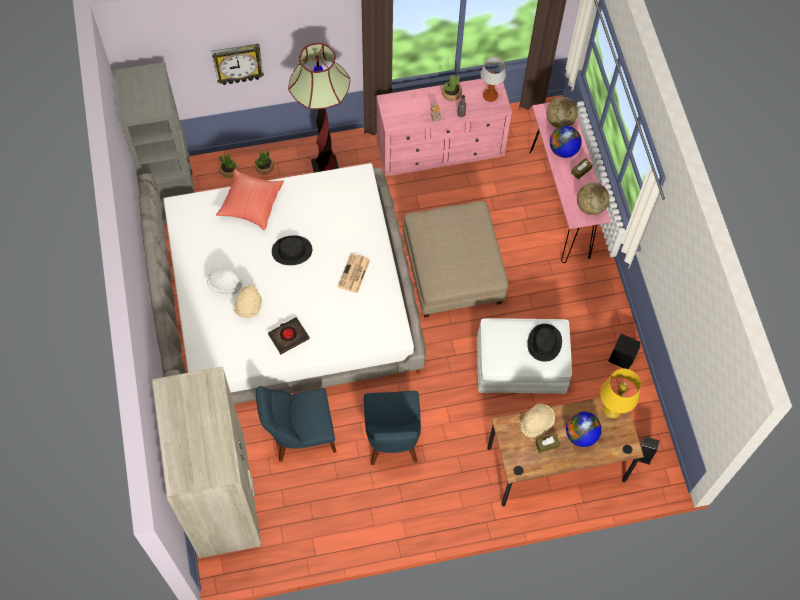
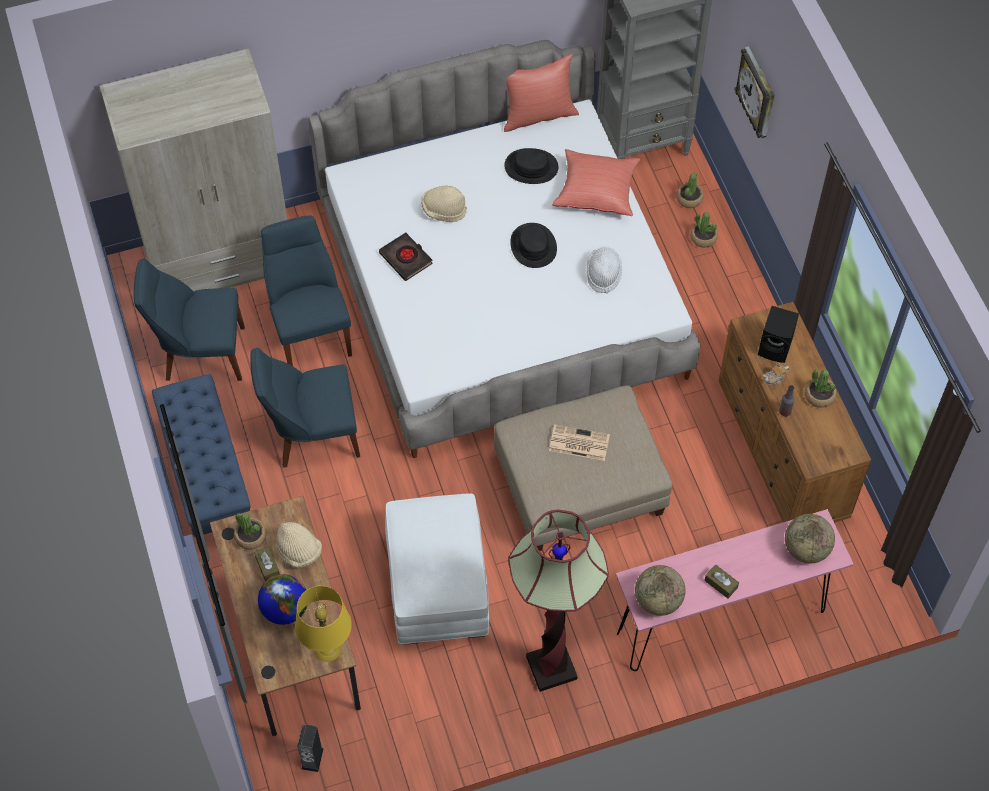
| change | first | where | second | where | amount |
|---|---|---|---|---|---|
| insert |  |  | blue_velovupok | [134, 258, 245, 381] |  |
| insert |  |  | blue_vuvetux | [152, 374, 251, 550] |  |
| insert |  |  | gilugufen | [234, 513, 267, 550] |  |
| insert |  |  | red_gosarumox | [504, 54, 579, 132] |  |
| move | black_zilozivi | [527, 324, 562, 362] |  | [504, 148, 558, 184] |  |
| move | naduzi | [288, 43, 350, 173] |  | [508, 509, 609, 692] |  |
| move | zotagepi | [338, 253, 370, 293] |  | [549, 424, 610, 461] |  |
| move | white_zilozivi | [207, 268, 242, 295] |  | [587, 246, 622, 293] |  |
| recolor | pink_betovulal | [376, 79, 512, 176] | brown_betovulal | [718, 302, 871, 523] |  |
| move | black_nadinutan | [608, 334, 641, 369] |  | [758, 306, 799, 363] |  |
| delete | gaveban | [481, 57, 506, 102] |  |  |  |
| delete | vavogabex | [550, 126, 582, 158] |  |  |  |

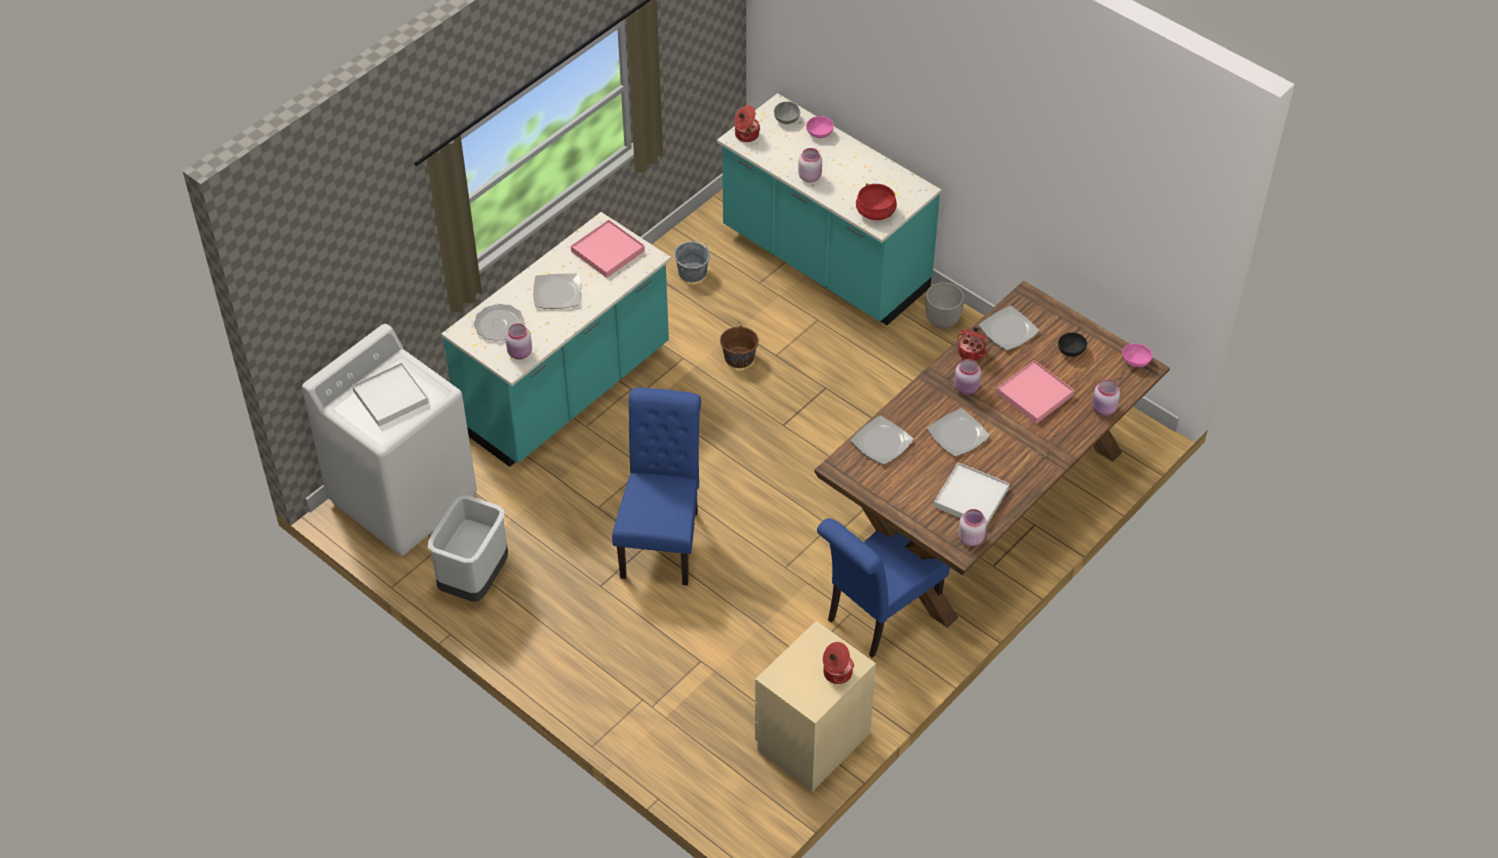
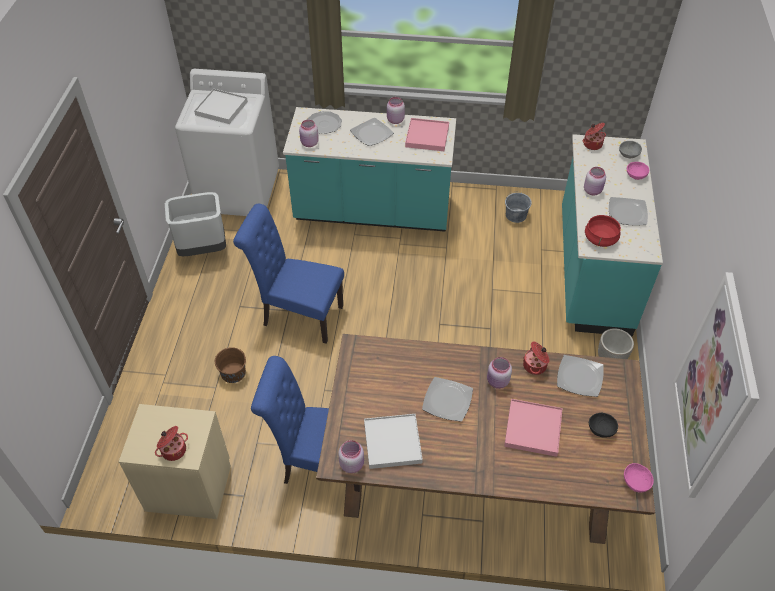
| change | first | where | second | where | amount |
|---|---|---|---|---|---|
| move | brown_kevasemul | [720, 324, 759, 368] |  | [215, 347, 246, 383] |  |
| rotate | blue_velovupok | [612, 388, 701, 586] |  | [233, 204, 344, 344] | 135 degrees counterclockwise |
| move | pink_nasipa | [1092, 380, 1120, 416] |  | [387, 97, 405, 124] |  |
| move | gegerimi | [850, 416, 914, 465] |  | [609, 197, 648, 226] |  |
| insert |  |  | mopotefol | [673, 272, 759, 498] |  |

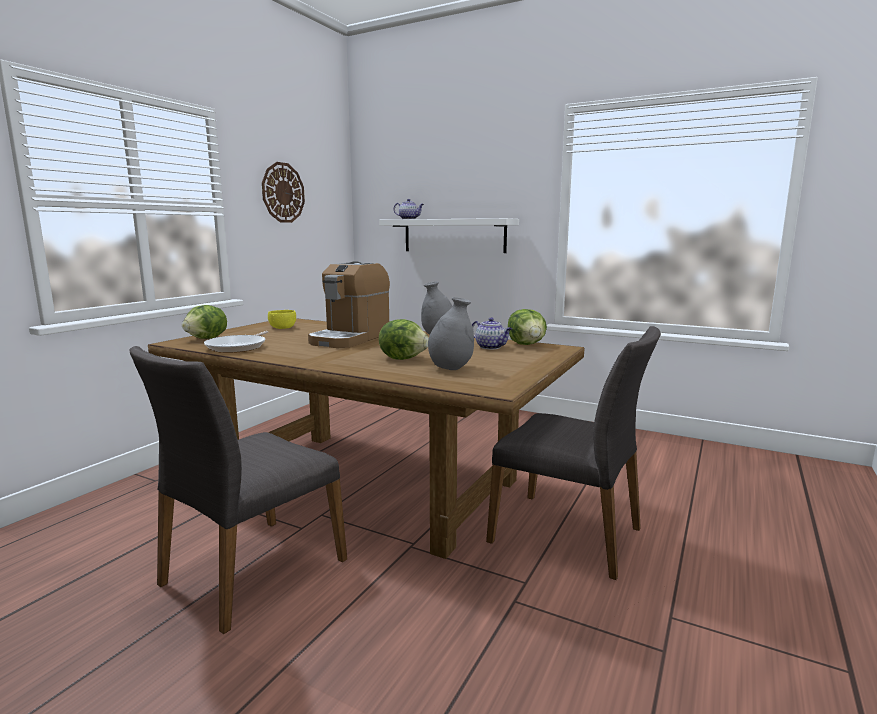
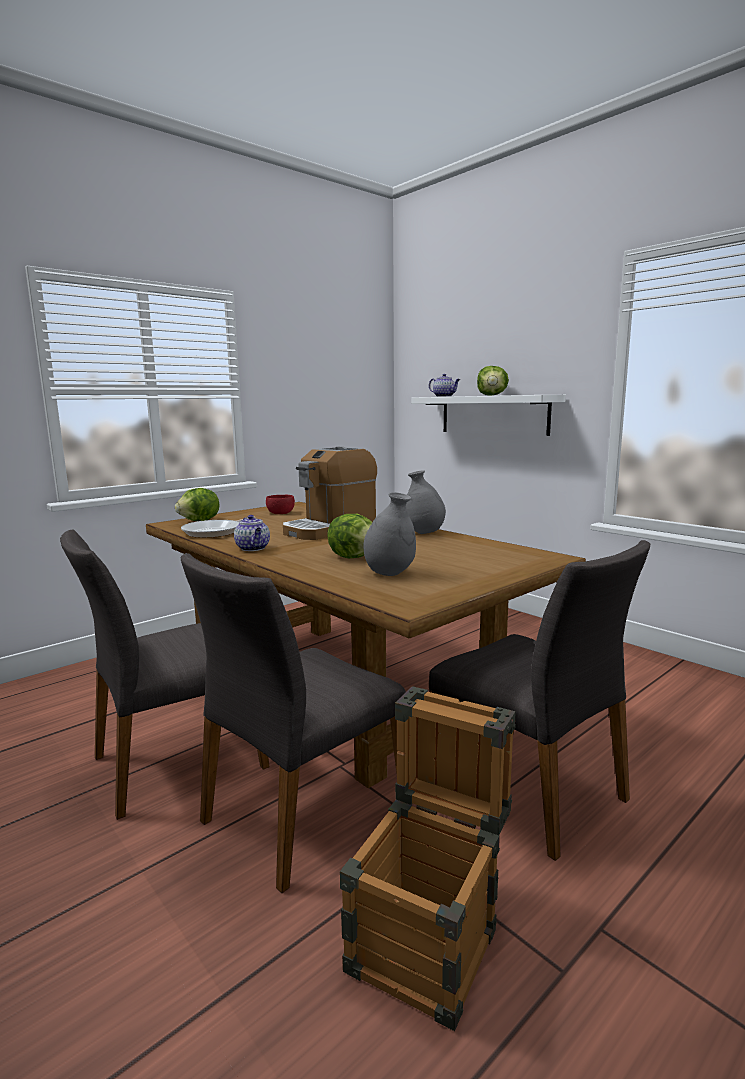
| change | first | where | second | where | amount |
|---|---|---|---|---|---|
| insert |  |  | grey_velovupok | [181, 553, 406, 893] |  |
| move | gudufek | [472, 317, 512, 349] |  | [234, 515, 270, 551] |  |
| recolor | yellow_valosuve | [268, 310, 296, 329] | red_valosuve | [266, 495, 295, 514] |  |
| insert |  |  | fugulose | [340, 686, 516, 1031] |  |
| move | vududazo | [508, 309, 547, 345] |  | [477, 366, 509, 396] |  |
| delete | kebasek | [262, 162, 305, 223] |  |  |  |

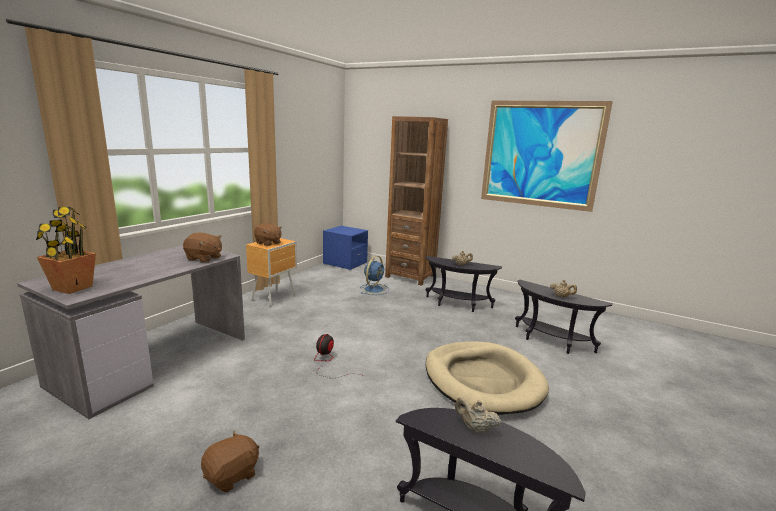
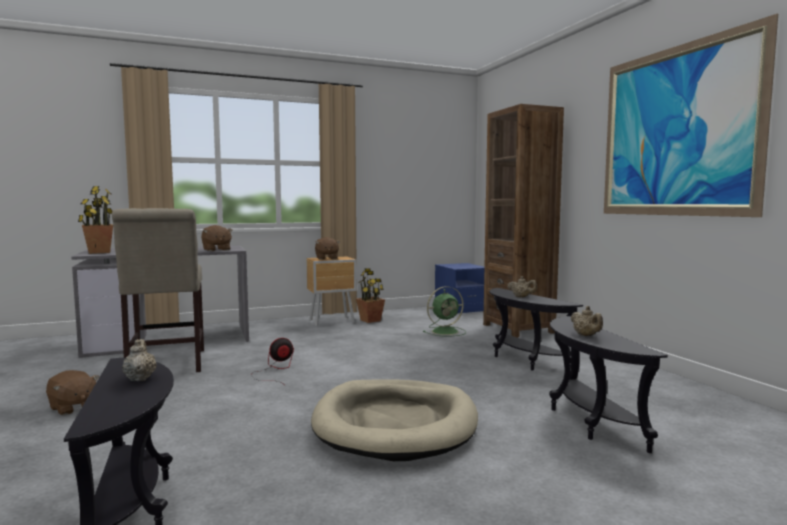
| change | first | where | second | where | amount |
|---|---|---|---|---|---|
| rotate | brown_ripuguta | [201, 431, 259, 492] |  | [46, 370, 99, 415] | 45 degrees clockwise |
| insert |  |  | beige_velovupok | [112, 208, 204, 372] |  |
| insert |  |  | gilugufen | [356, 268, 385, 323] |  |
| recolor | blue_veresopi | [360, 256, 390, 295] | green_veresopi | [423, 286, 466, 336] |  |

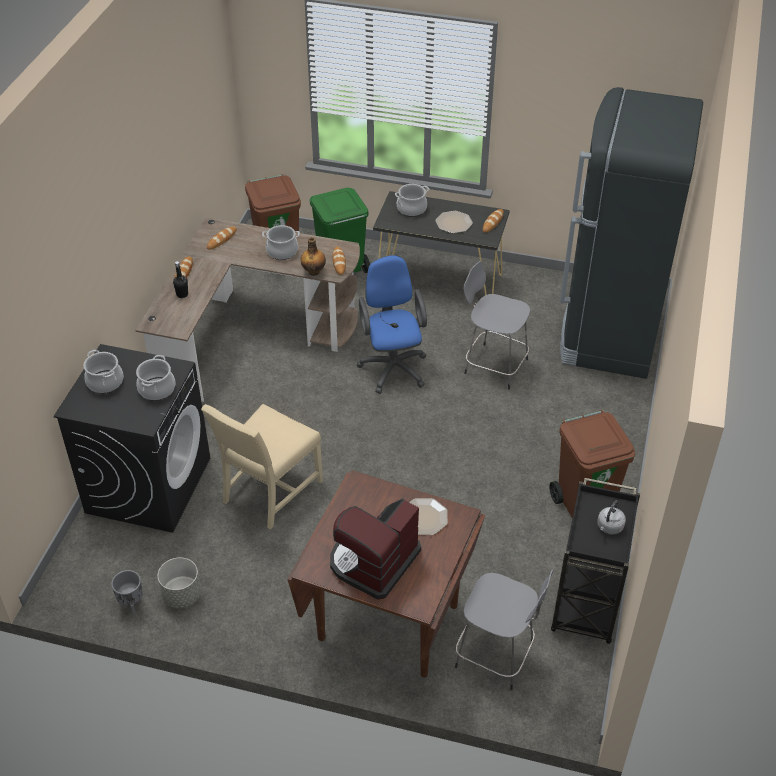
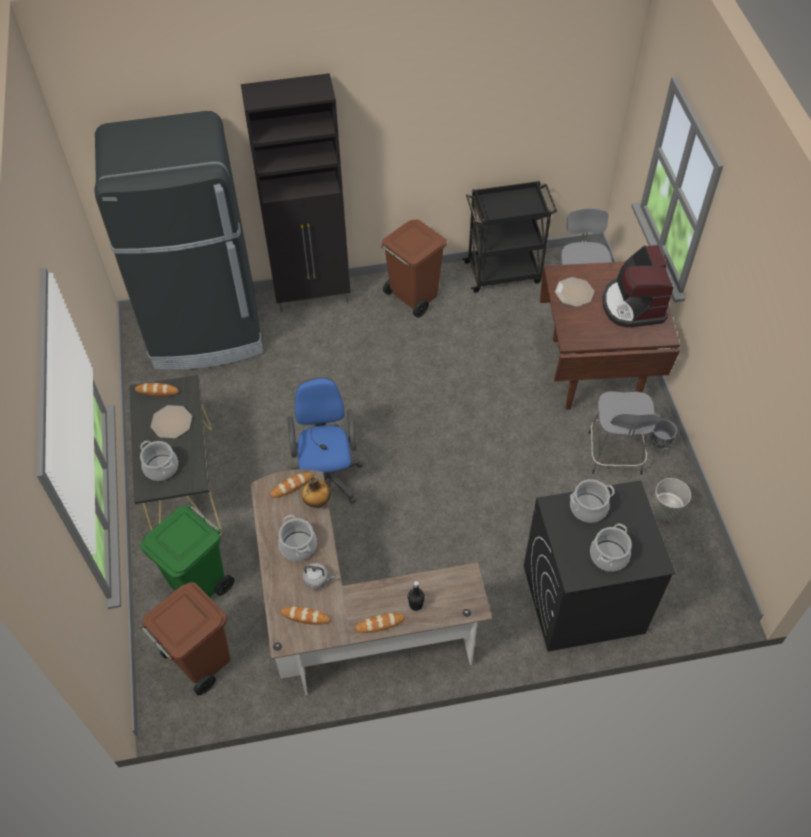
| change | first | where | second | where | amount |
|---|---|---|---|---|---|
| insert |  |  | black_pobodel | [241, 73, 351, 312] |  |
| rotate | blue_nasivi | [357, 255, 427, 394] |  | [287, 377, 363, 504] | 120 degrees clockwise |
| move | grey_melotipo | [597, 500, 626, 535] |  | [302, 563, 334, 590] |  |
| move | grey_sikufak | [464, 261, 530, 390] |  | [588, 391, 660, 475] |  |
| rotate | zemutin | [330, 498, 421, 600] |  | [603, 245, 673, 328] | 75 degrees clockwise |
| move | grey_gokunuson | [111, 570, 143, 615] |  | [648, 419, 677, 456] |  |
| delete | beige_velovupok | [201, 404, 323, 529] |  |  |  |

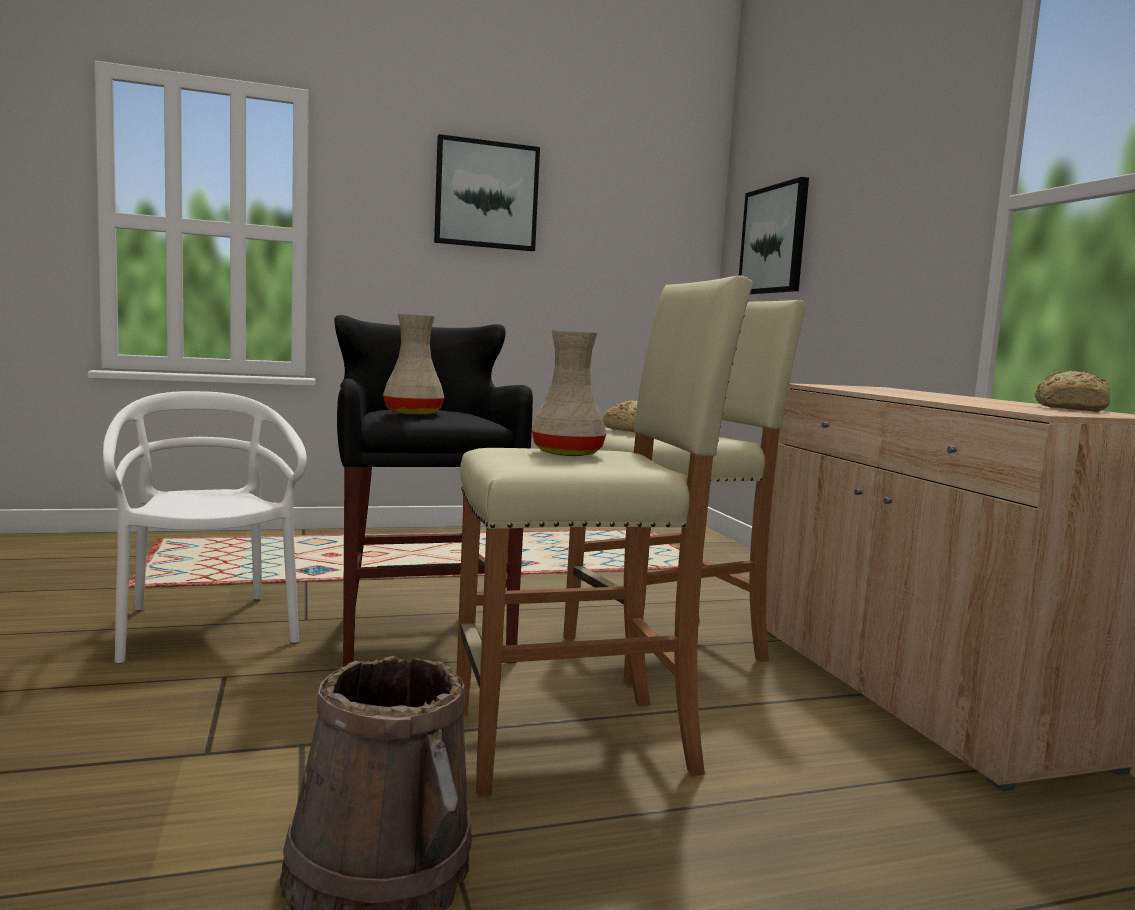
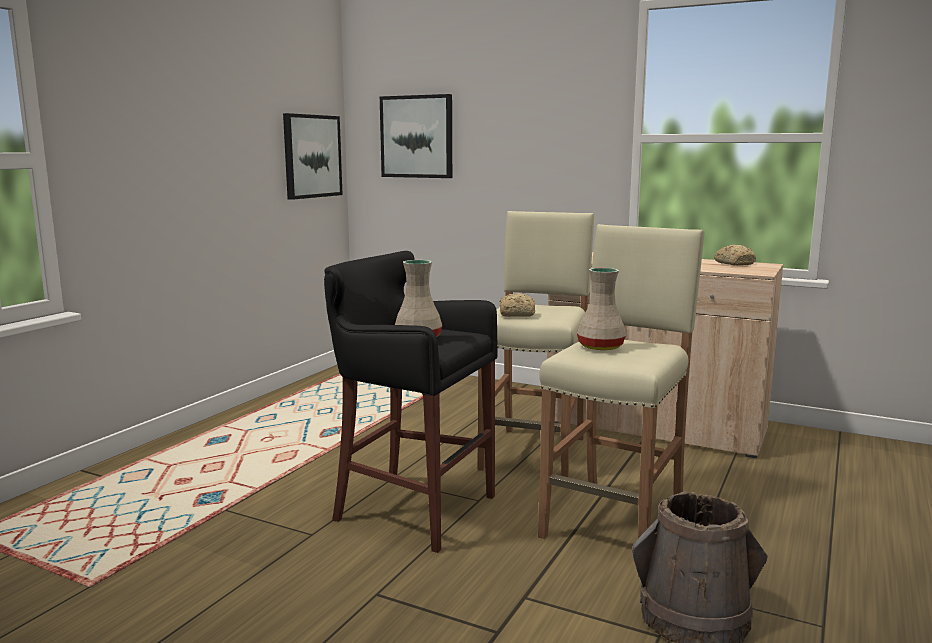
| change | first | where | second | where | amount |
|---|---|---|---|---|---|
| move | mopotefol | [434, 134, 540, 251] |  | [283, 113, 343, 200] |  |
| delete | white_velovupok | [103, 391, 307, 664] |  |  |  |

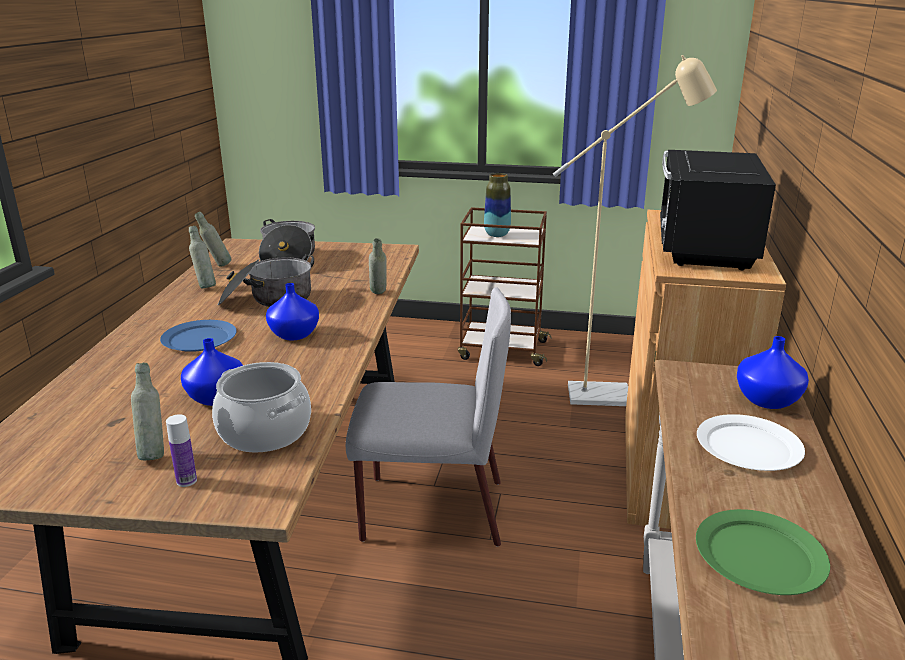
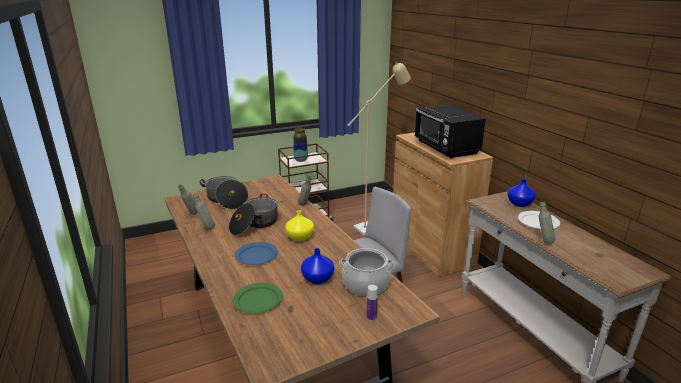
| change | first | where | second | where | amount |
|---|---|---|---|---|---|
| move | green_gegerimi | [696, 509, 830, 595] |  | [233, 283, 283, 314] |  |
| recolor | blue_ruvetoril | [266, 283, 319, 340] | yellow_ruvetoril | [285, 210, 314, 241] |  |
| move | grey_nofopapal | [131, 362, 164, 460] |  | [539, 202, 555, 244] |  |

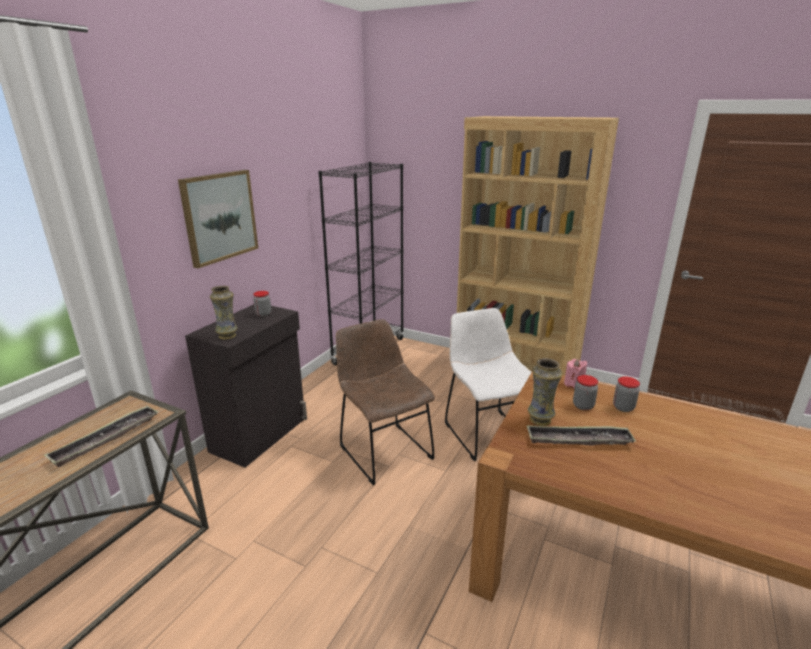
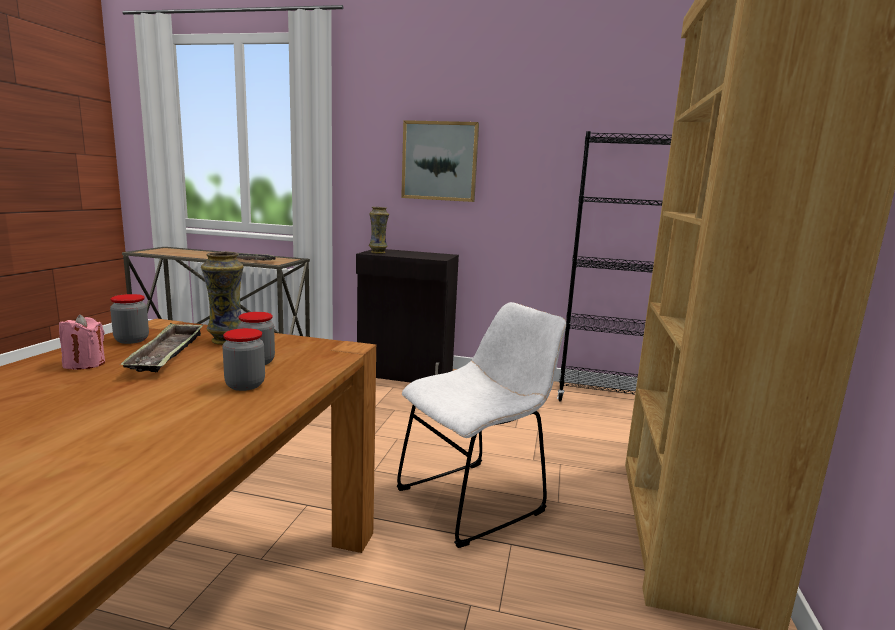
| change | first | where | second | where | amount |
|---|---|---|---|---|---|
| move | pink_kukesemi | [564, 358, 587, 389] |  | [59, 314, 105, 370] |  |
| move | nasipa | [253, 291, 271, 317] |  | [110, 294, 149, 344] |  |
| delete | brown_velovupok | [336, 319, 435, 485] |  |  |  |

